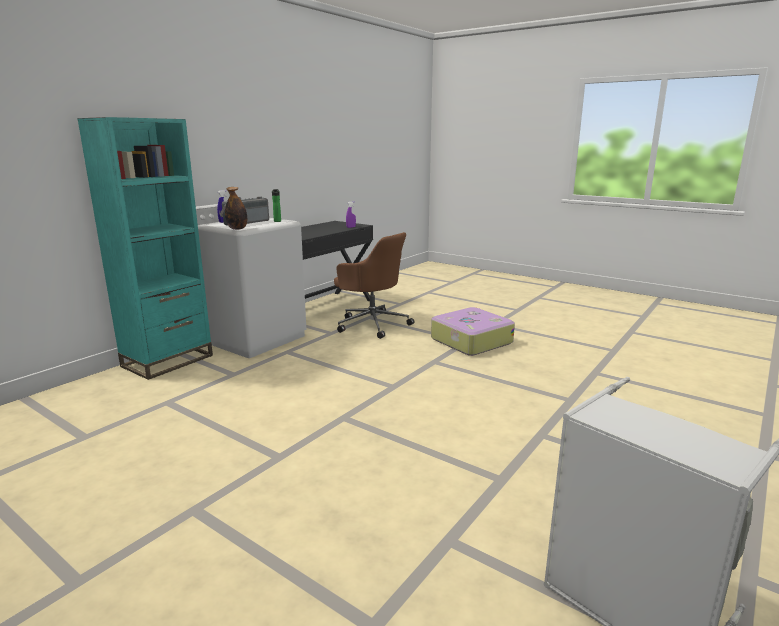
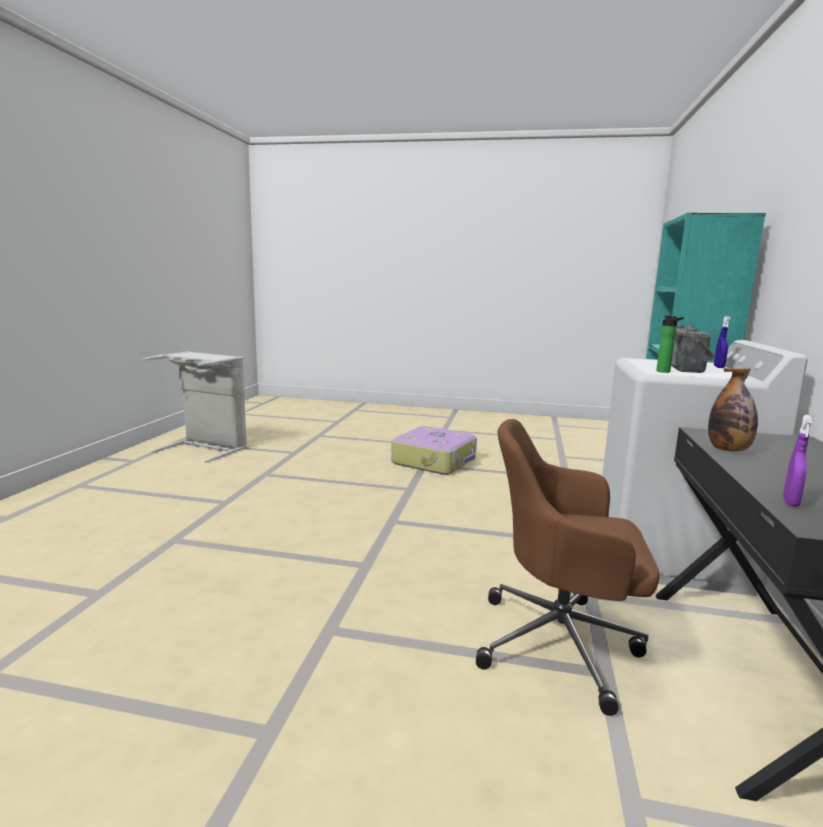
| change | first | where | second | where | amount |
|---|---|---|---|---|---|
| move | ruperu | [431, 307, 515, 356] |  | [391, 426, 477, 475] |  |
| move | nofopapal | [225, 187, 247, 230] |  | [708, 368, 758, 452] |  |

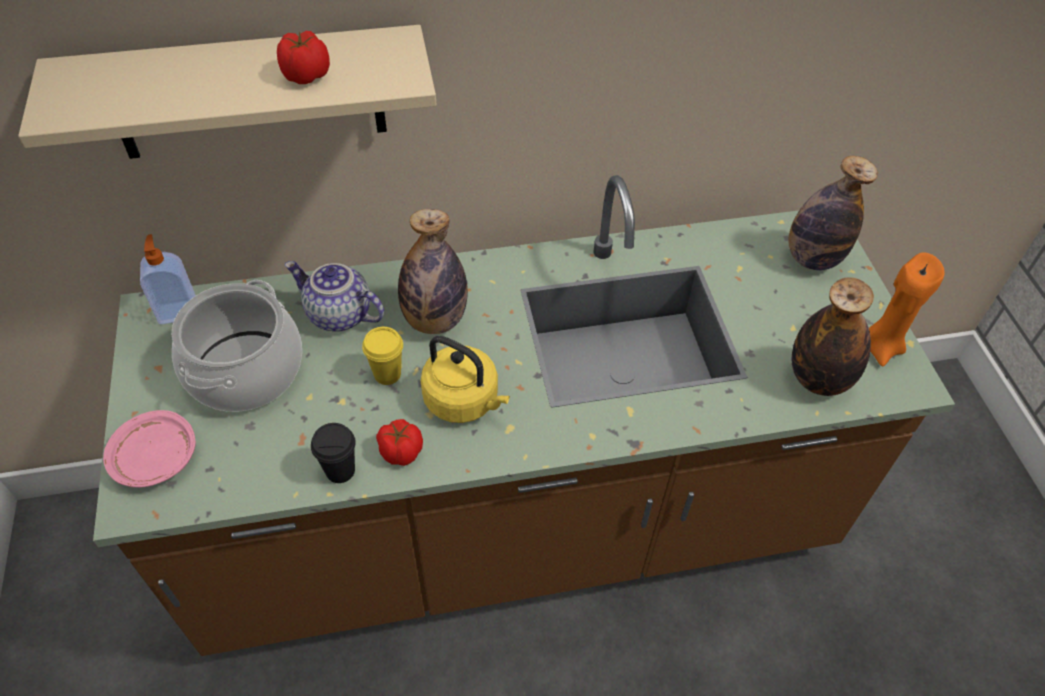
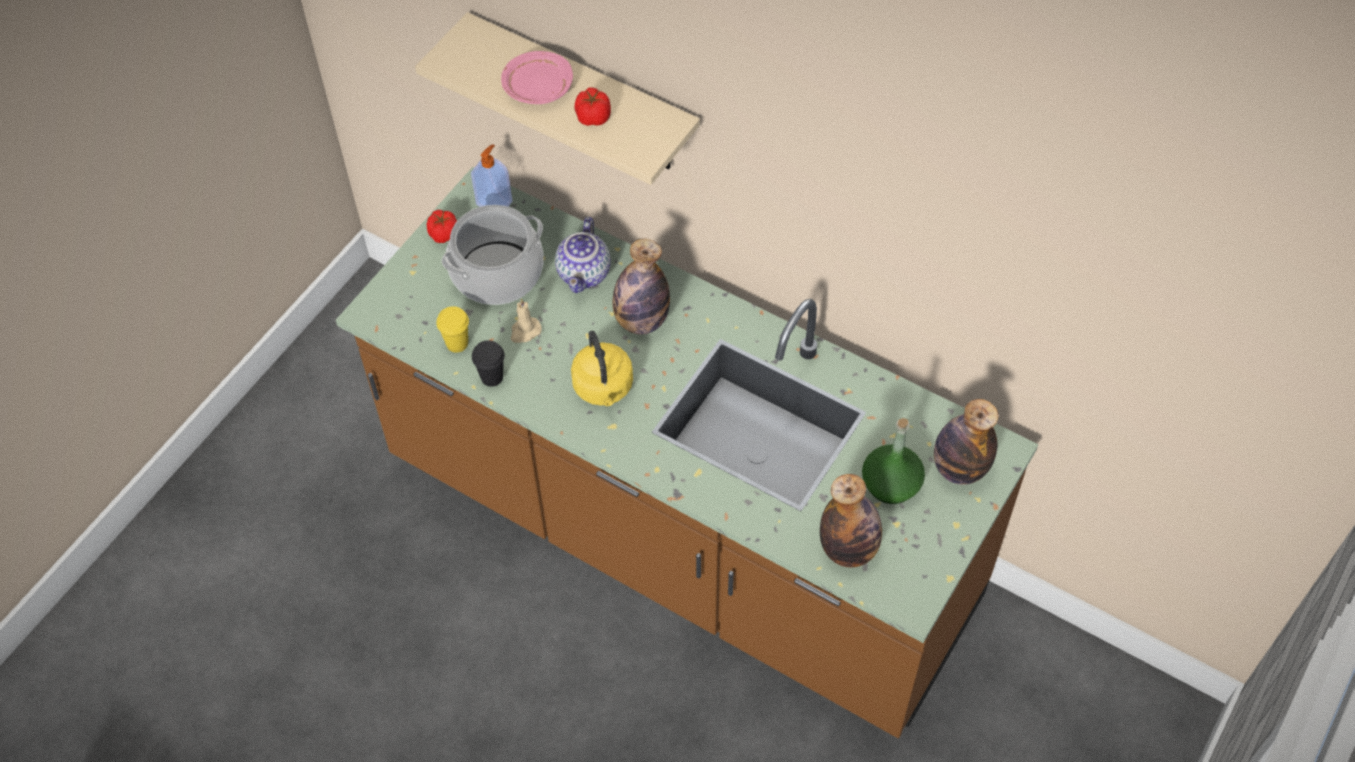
| change | first | where | second | where | amount |
|---|---|---|---|---|---|
| move | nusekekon | [376, 419, 423, 466] |  | [427, 210, 457, 243] |  |
| move | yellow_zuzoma | [362, 327, 403, 385] |  | [436, 306, 469, 353] |  |
| move | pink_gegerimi | [103, 410, 196, 488] |  | [501, 51, 573, 104] |  |
| insert |  |  | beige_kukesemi | [511, 298, 542, 343] |  |
| rotate | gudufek | [285, 261, 384, 331] |  | [555, 217, 611, 293] | 150 degrees counterclockwise |
| insert |  |  | green_nofopapal | [862, 418, 925, 504] |  |
| delete | orange_kukesemi | [869, 252, 945, 367] |  |  |  |

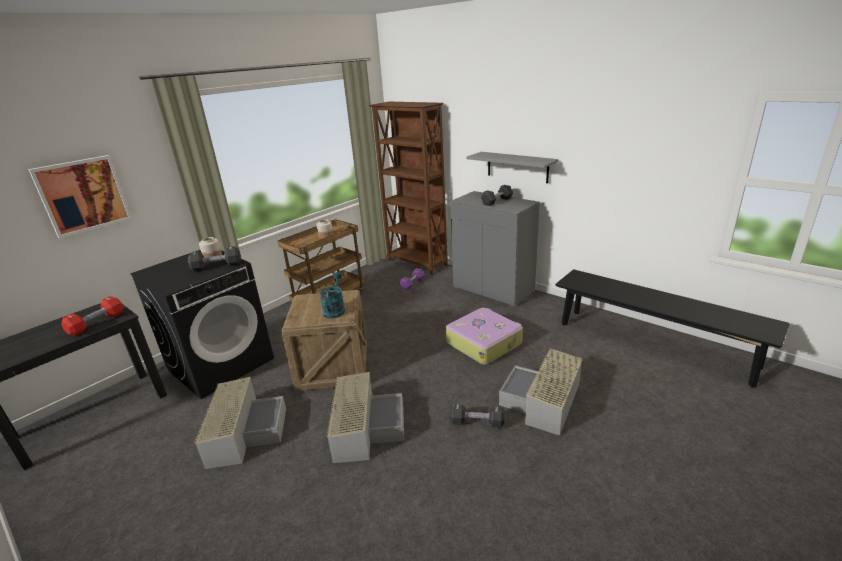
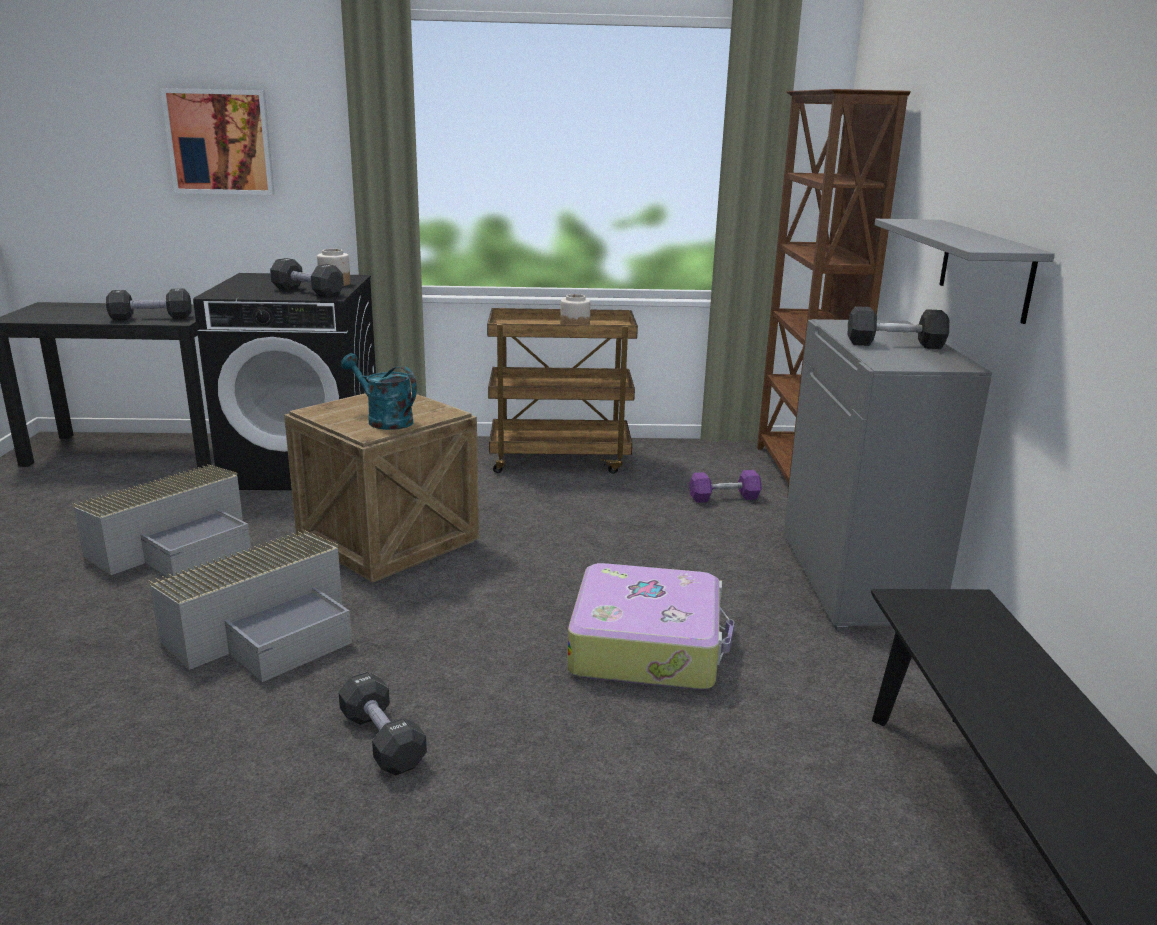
| change | first | where | second | where | amount |
|---|---|---|---|---|---|
| recolor | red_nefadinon | [61, 296, 123, 336] | black_nefadinon | [106, 289, 192, 321] |  |
| rotate | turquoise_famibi | [320, 272, 345, 319] |  | [341, 353, 417, 430] | 105 degrees counterclockwise |
| delete | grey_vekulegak | [499, 348, 583, 435] |  |  |  |

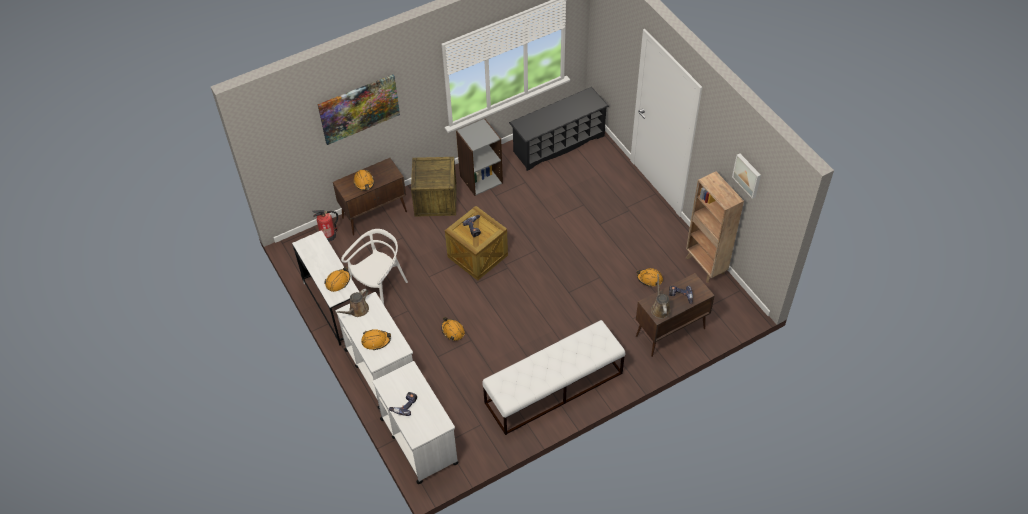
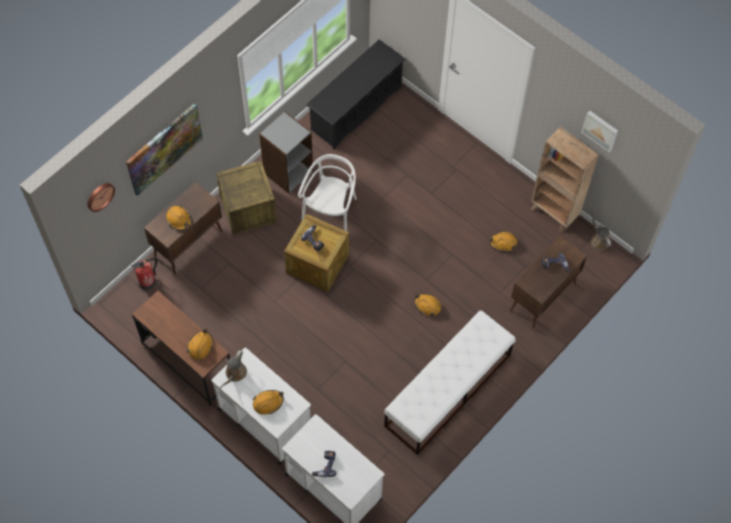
| change | first | where | second | where | amount |
|---|---|---|---|---|---|
| insert |  |  | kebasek | [87, 183, 115, 212] |  |
| recolor | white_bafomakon | [292, 230, 359, 346] | brown_bafomakon | [132, 291, 230, 406] |  |
| move | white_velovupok | [341, 229, 408, 304] |  | [298, 154, 357, 231] |  |
| move | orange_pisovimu | [441, 317, 465, 341] |  | [414, 294, 441, 316] |  |
| move | brown_famibi | [651, 274, 671, 319] |  | [591, 208, 611, 250] |  |

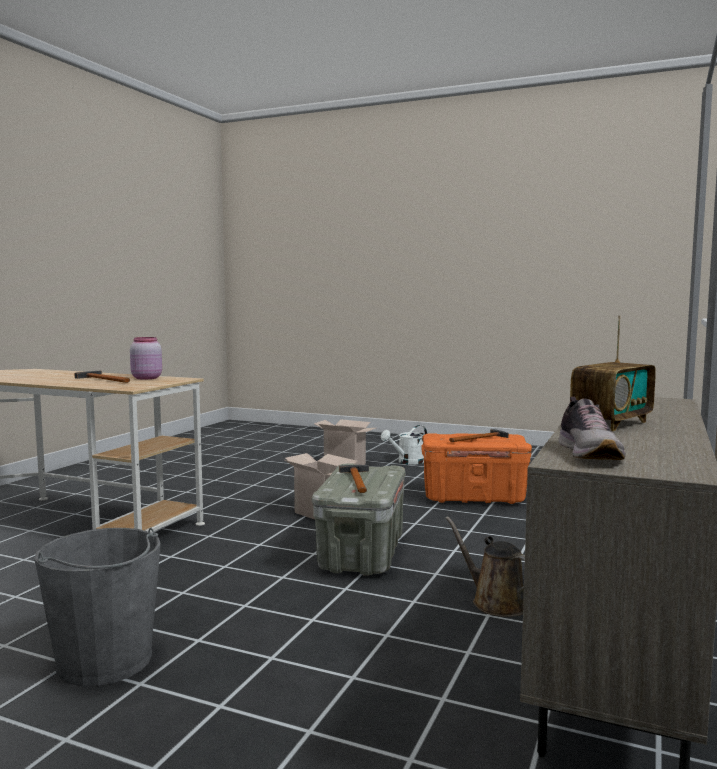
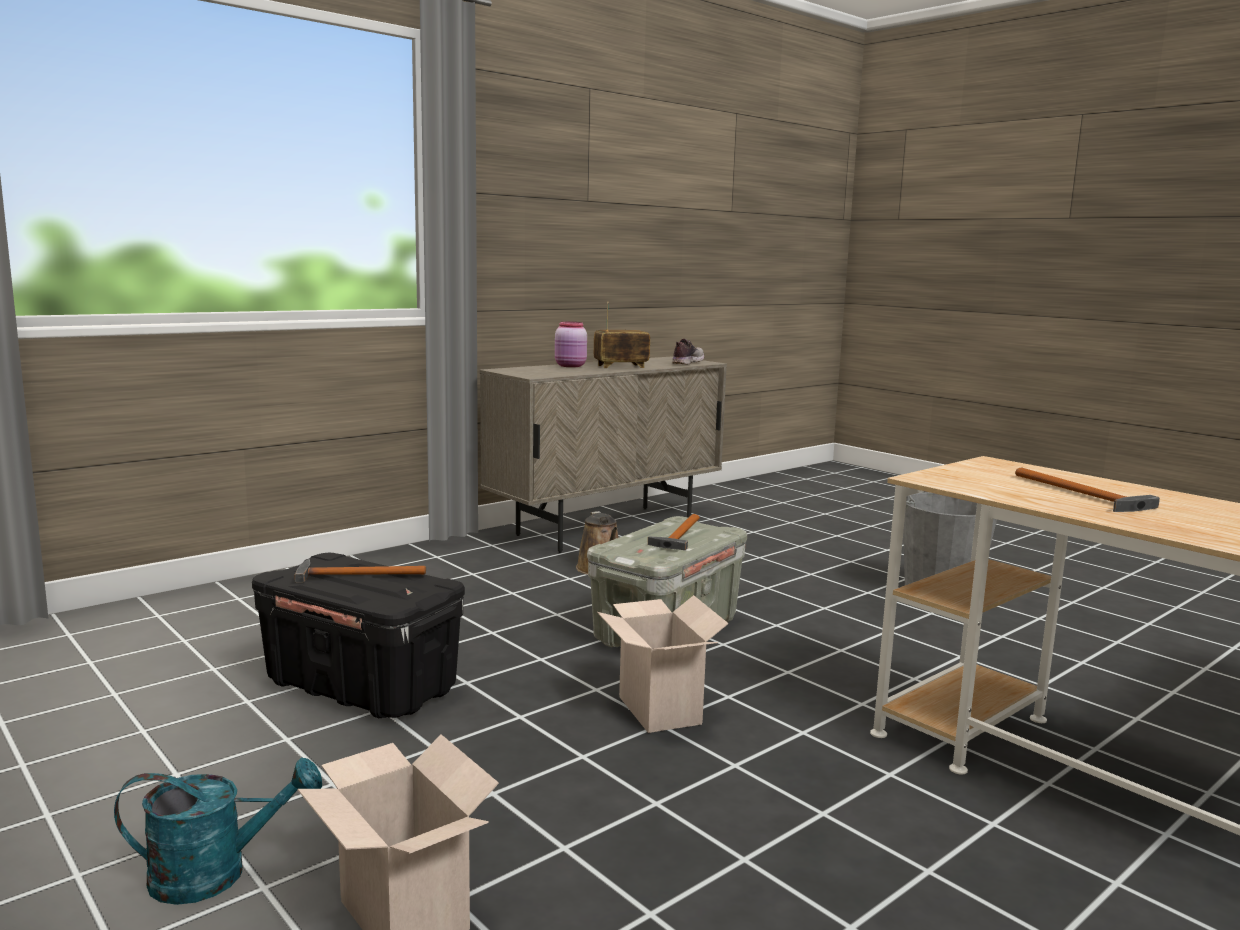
| change | first | where | second | where | amount |
|---|---|---|---|---|---|
| recolor | white_famibi | [381, 425, 427, 465] | turquoise_famibi | [114, 757, 322, 905] |  |
| recolor | orange_vekulegak | [421, 433, 532, 504] | black_vekulegak | [252, 553, 465, 718] |  |
| move | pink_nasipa | [130, 337, 162, 380] |  | [555, 322, 587, 367] |  |

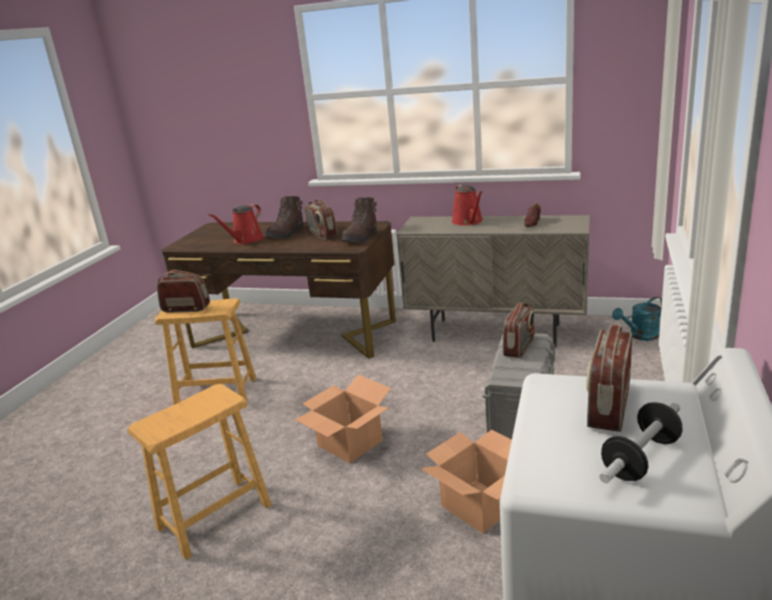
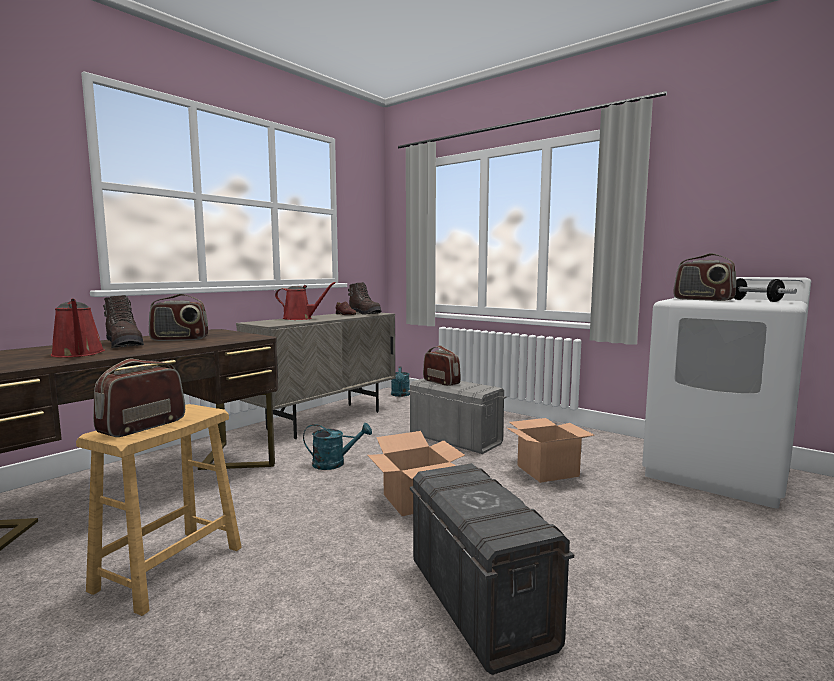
| change | first | where | second | where | amount |
|---|---|---|---|---|---|
| insert |  |  | turquoise_famibi | [303, 423, 372, 470] |  |
| move | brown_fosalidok | [342, 198, 377, 242] |  | [348, 282, 382, 315] |  |
| replace | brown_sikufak | [127, 384, 272, 560] | grey_vekulegak | [410, 463, 574, 675] |  |

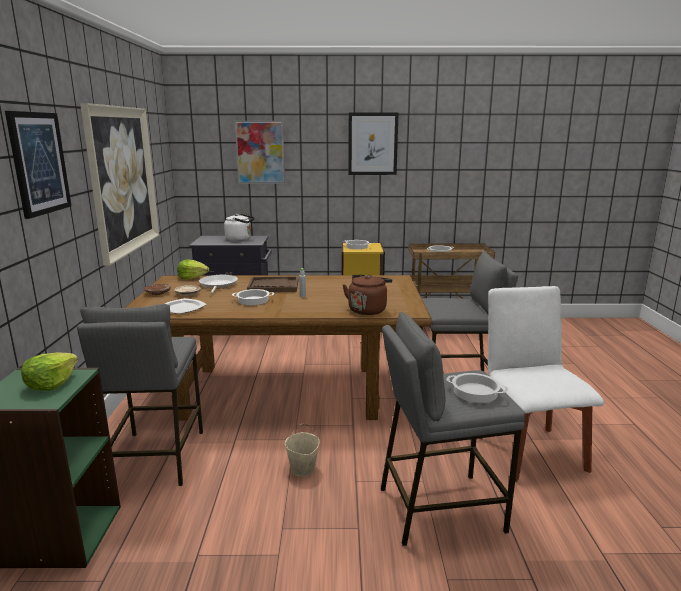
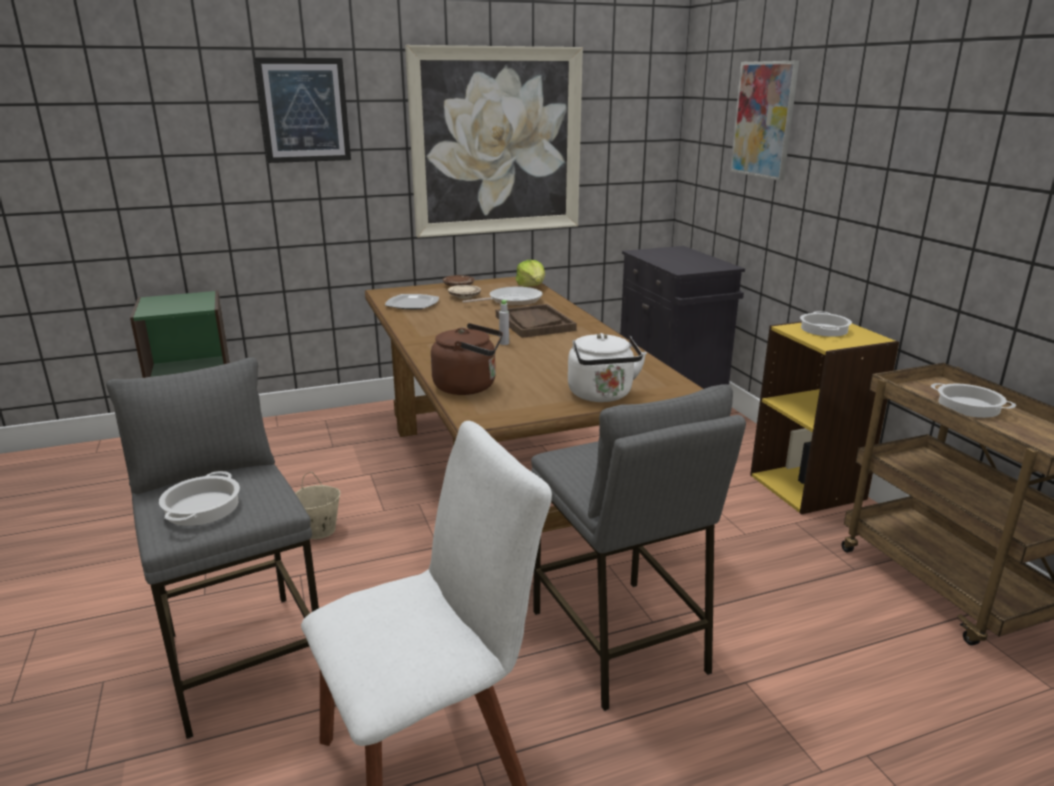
| change | first | where | second | where | amount |
|---|---|---|---|---|---|
| move | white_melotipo | [224, 214, 255, 241] |  | [568, 333, 647, 402] |  |
| delete | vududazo | [21, 353, 78, 391] |  |  |  |
| delete | grey_sikufak | [77, 304, 203, 486] |  |  |  |
| delete | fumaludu | [232, 289, 274, 305] |  |  |  |
| delete | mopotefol | [348, 112, 399, 175] |  |  |  |

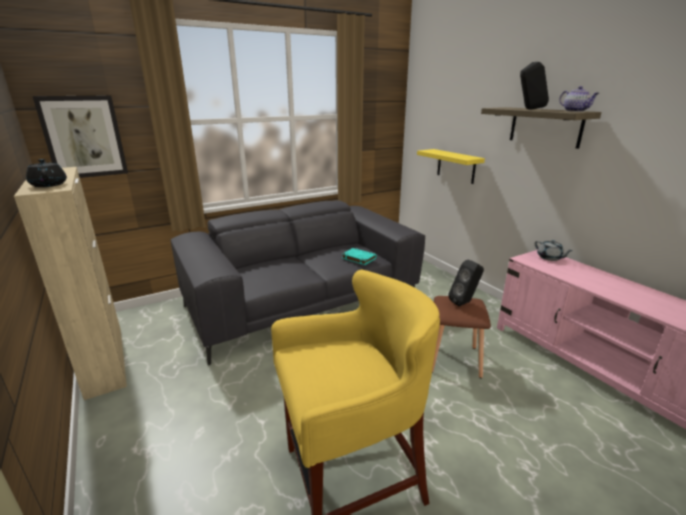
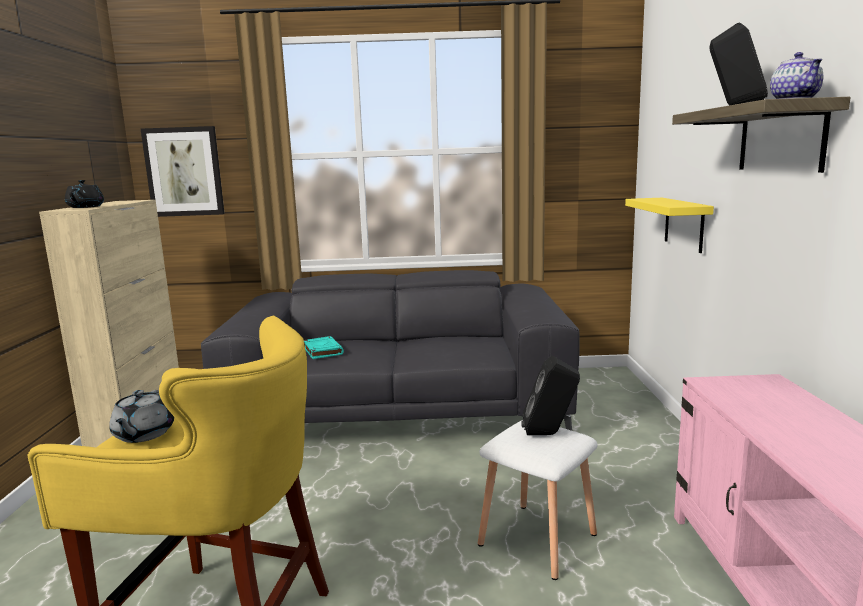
| change | first | where | second | where | amount |
|---|---|---|---|---|---|
| move | grey_gudufek | [535, 240, 573, 261] |  | [109, 390, 174, 443] |  |
| move | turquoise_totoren | [342, 248, 377, 265] |  | [304, 336, 344, 359] |  |
| recolor | brown_sikufak | [432, 296, 491, 378] | white_sikufak | [478, 420, 598, 580] |  |

